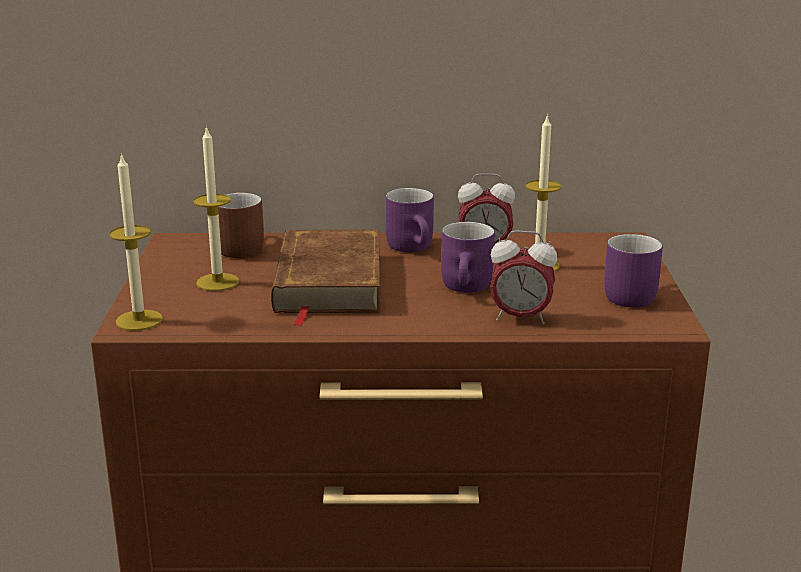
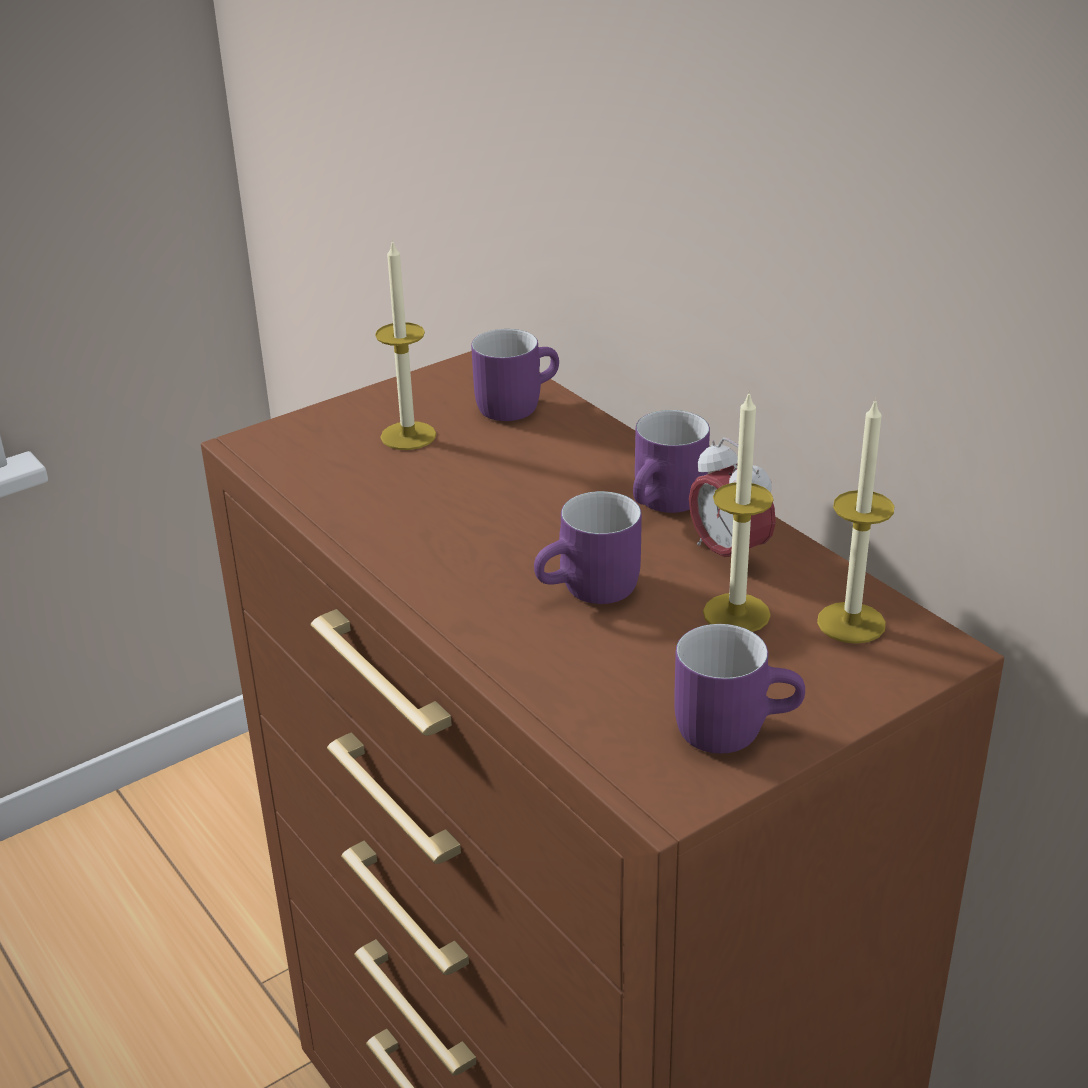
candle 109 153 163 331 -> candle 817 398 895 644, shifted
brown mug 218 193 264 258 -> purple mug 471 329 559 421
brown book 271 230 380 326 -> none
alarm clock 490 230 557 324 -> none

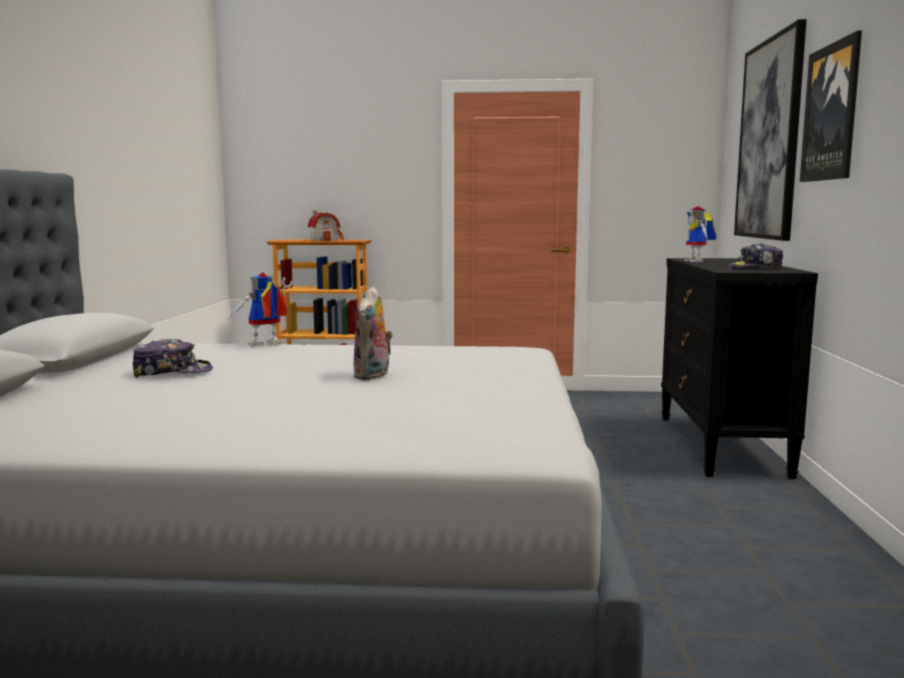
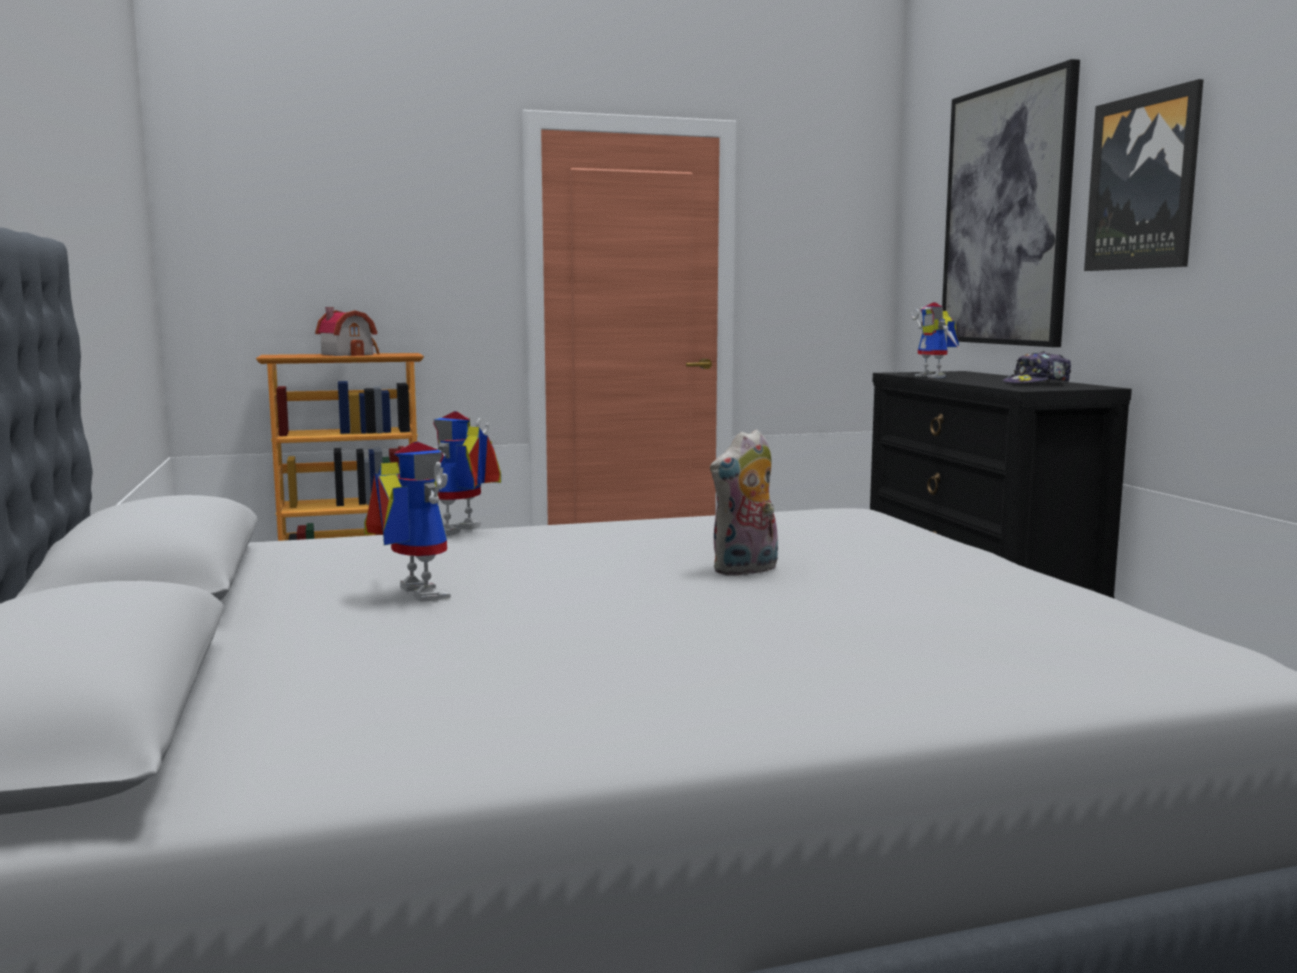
plush toy 353 286 393 380 -> plush toy 710 429 778 576, 60 degrees clockwise
cap 133 339 213 378 -> toy robot 364 442 451 602

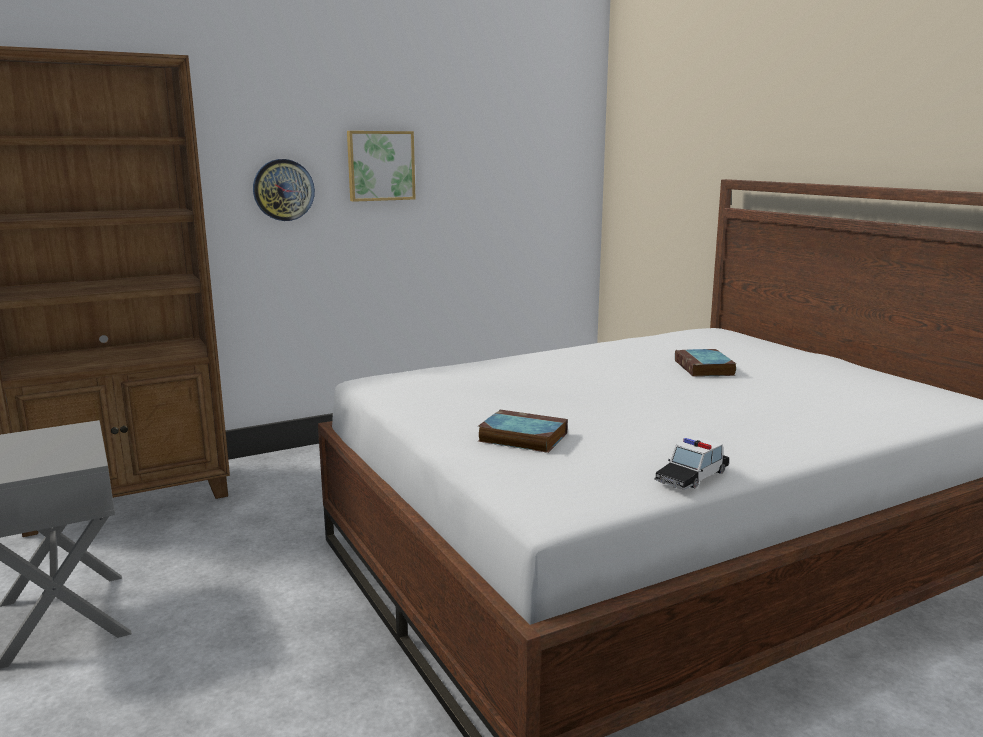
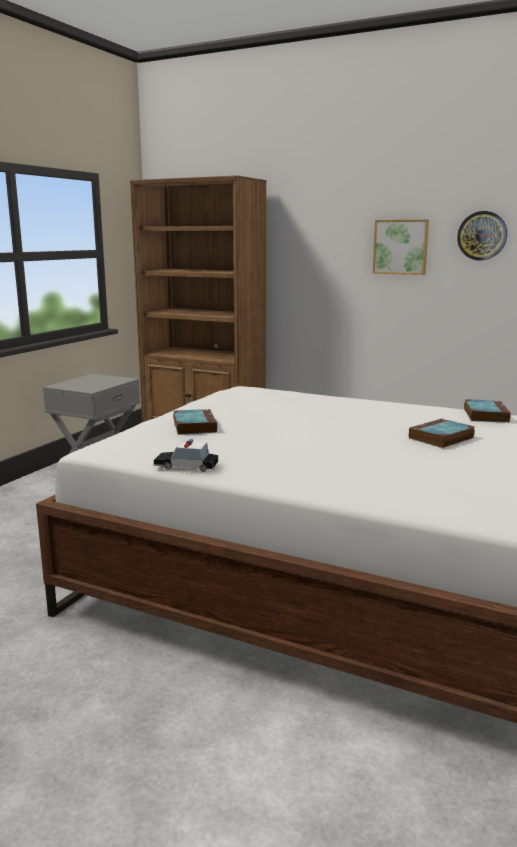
wall clock 253 159 315 221 -> wall clock 457 211 507 260, shifted
none -> book 464 399 511 423

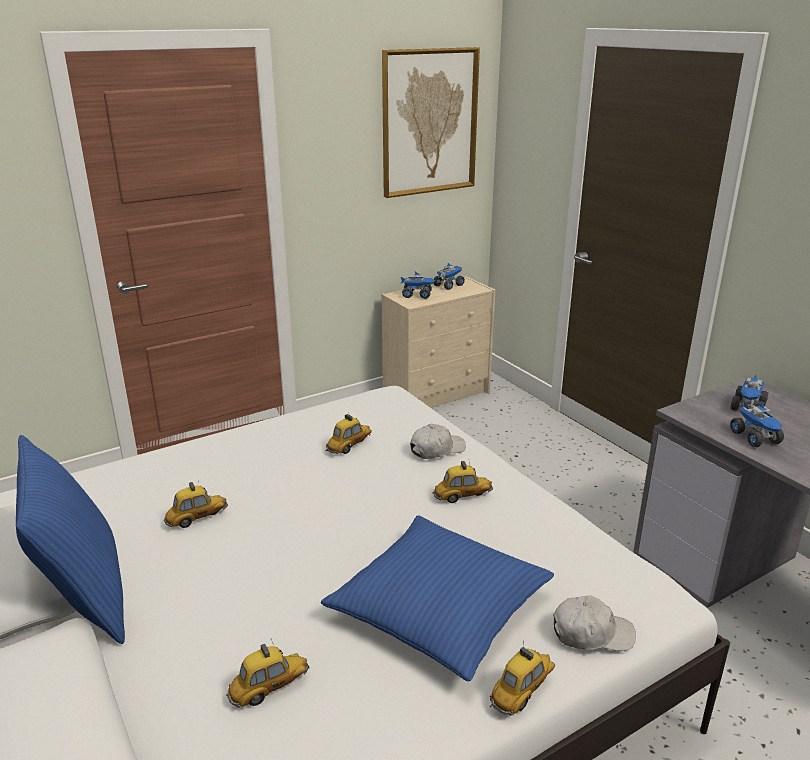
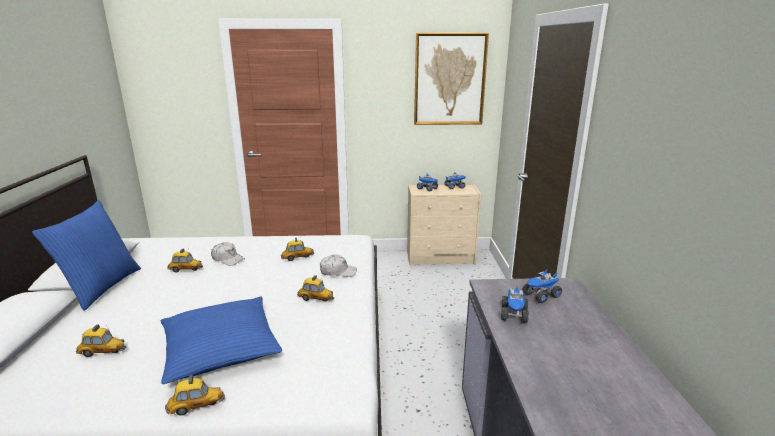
white cap 553 595 636 651 -> white cap 211 242 245 266, shifted

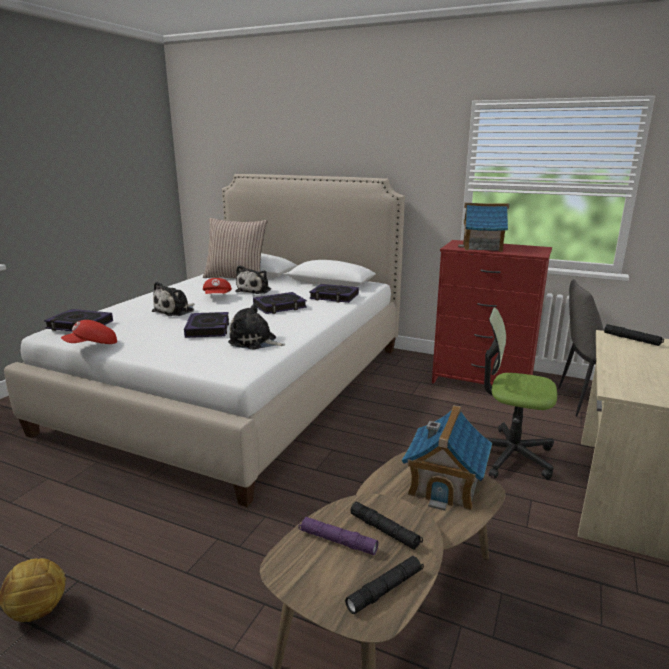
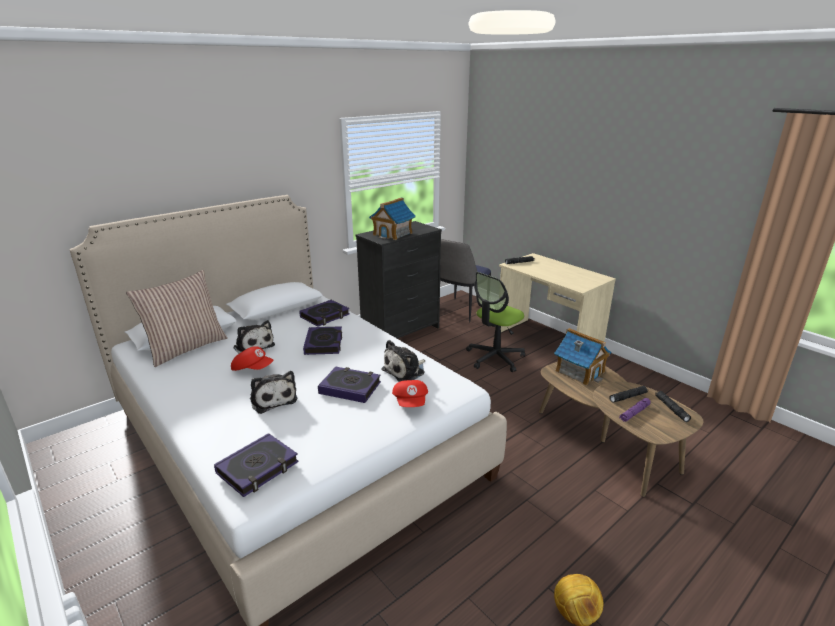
red dresser 432 240 552 385 -> black dresser 355 221 442 339
red cap 61 320 117 344 -> red cap 392 380 428 407, shifted

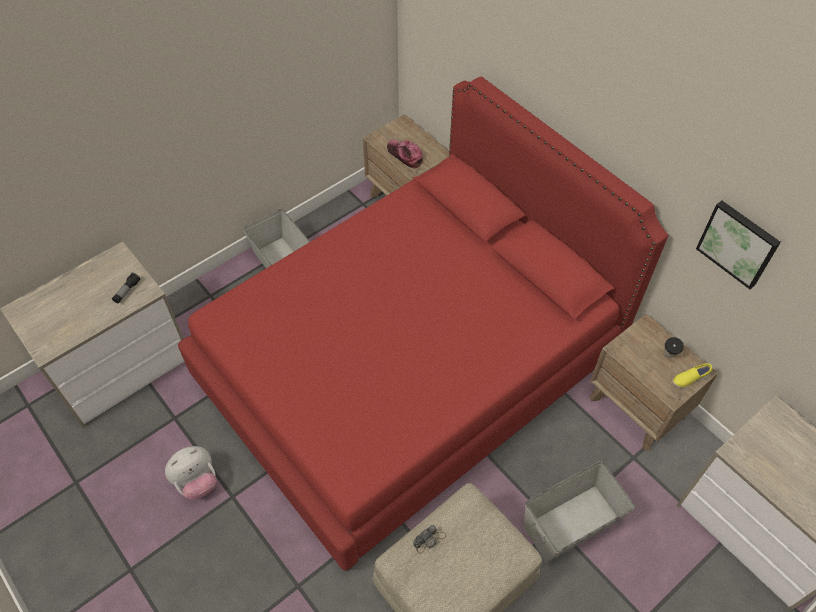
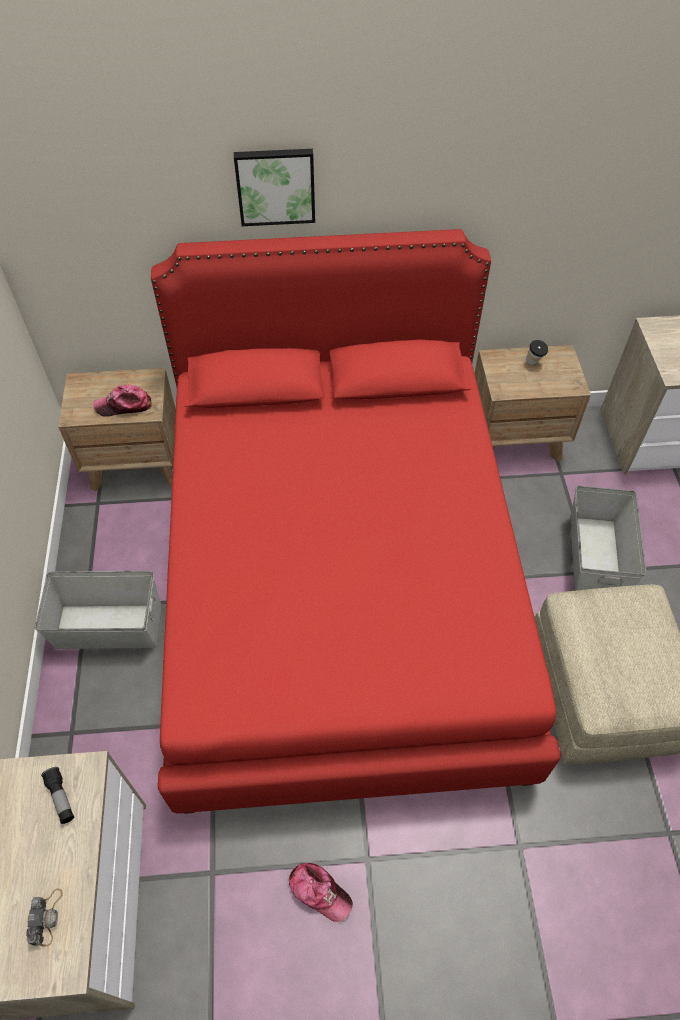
picture 696 201 781 289 -> picture 234 149 315 226, shifted
yellow shoe 672 363 712 389 -> none
plush toy 165 446 216 500 -> cap 289 863 353 922
photo camera 413 525 447 554 -> photo camera 26 889 63 947, shifted

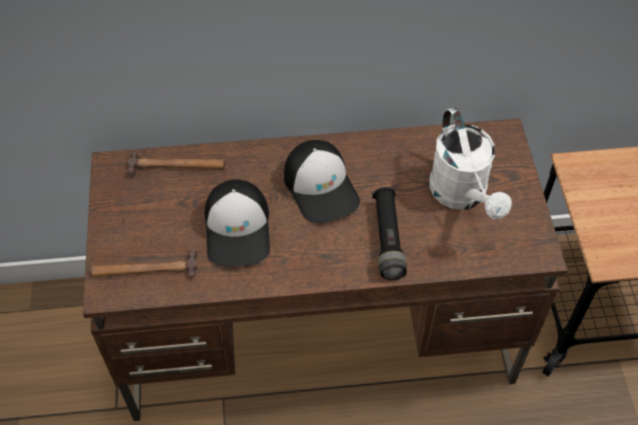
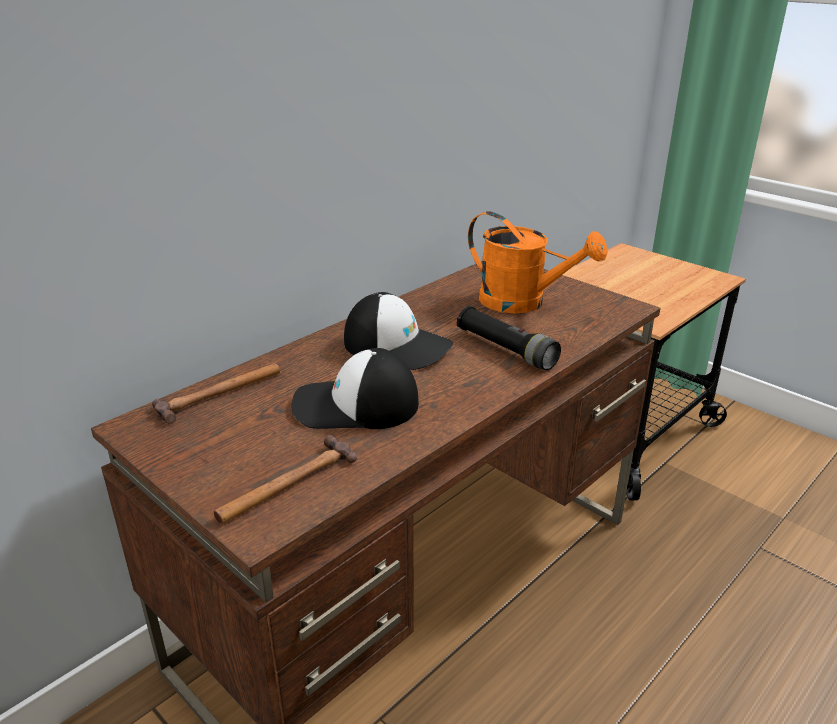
white watering can 429 108 512 219 -> orange watering can 468 211 608 313
cap 204 179 270 267 -> cap 291 348 419 429, 135 degrees clockwise

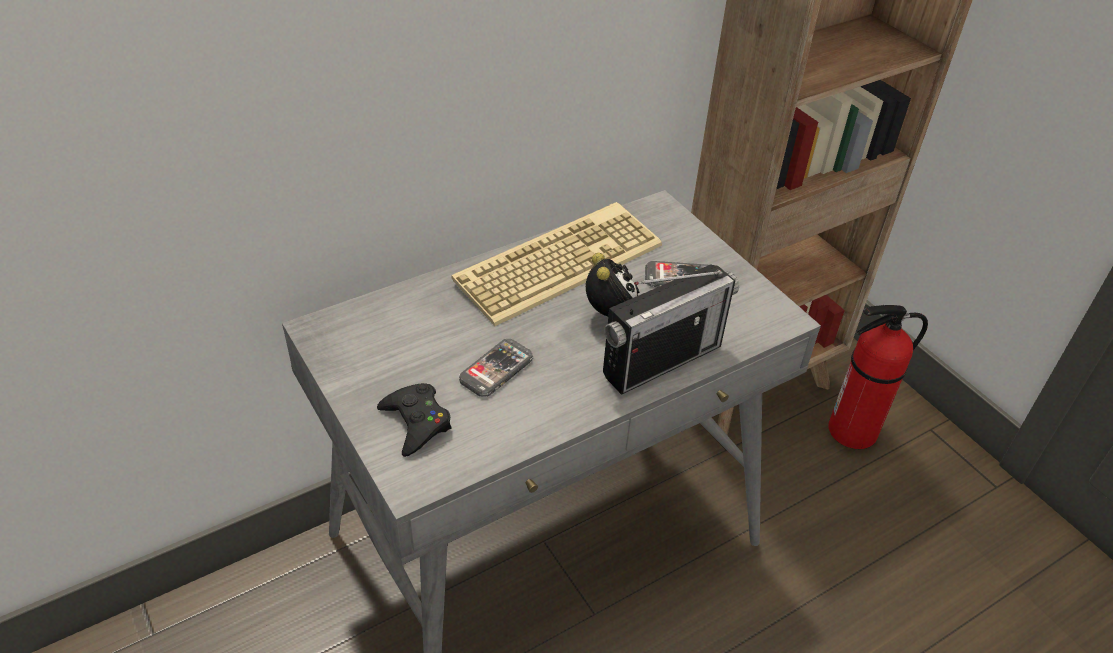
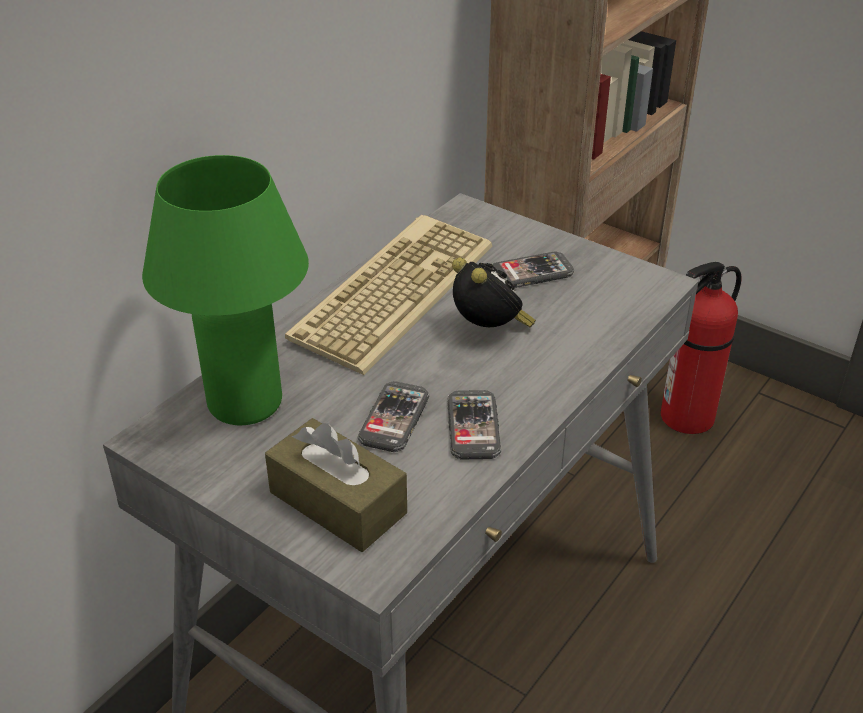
radio 603 264 739 395 -> none
black game controller 377 383 452 457 -> brown tissue box 265 418 407 552
none -> green table lamp 142 155 309 425
none -> phone 448 390 501 459

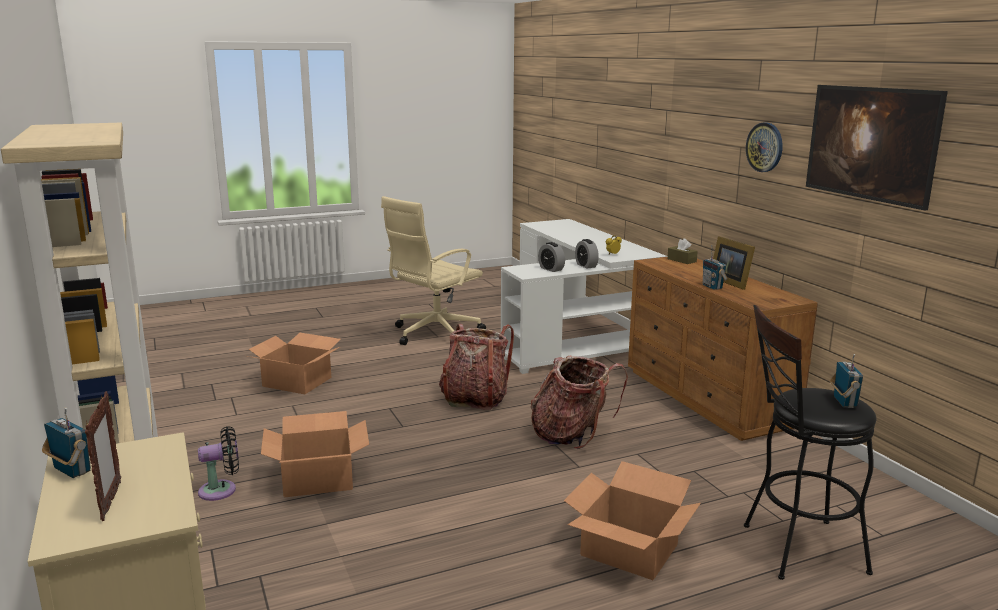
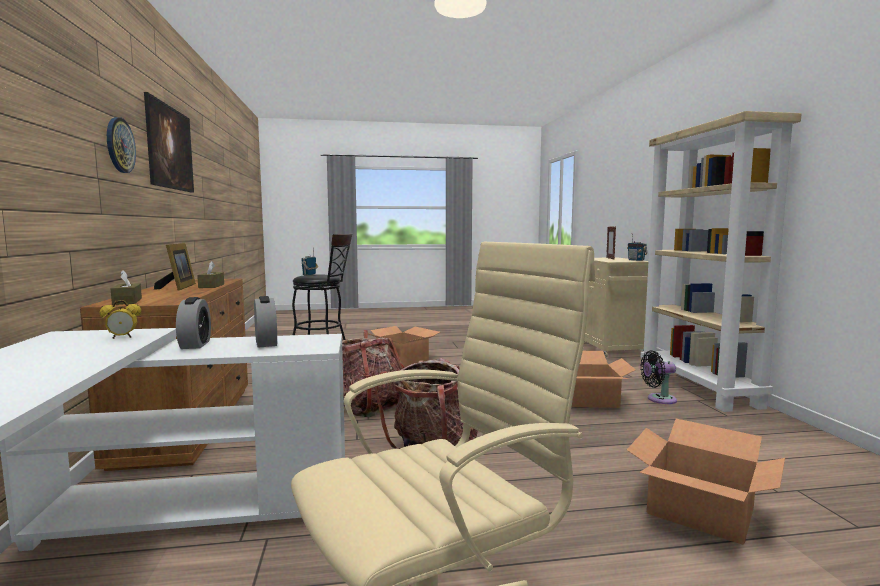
radio 703 245 728 290 -> brown tissue box 197 261 224 288

